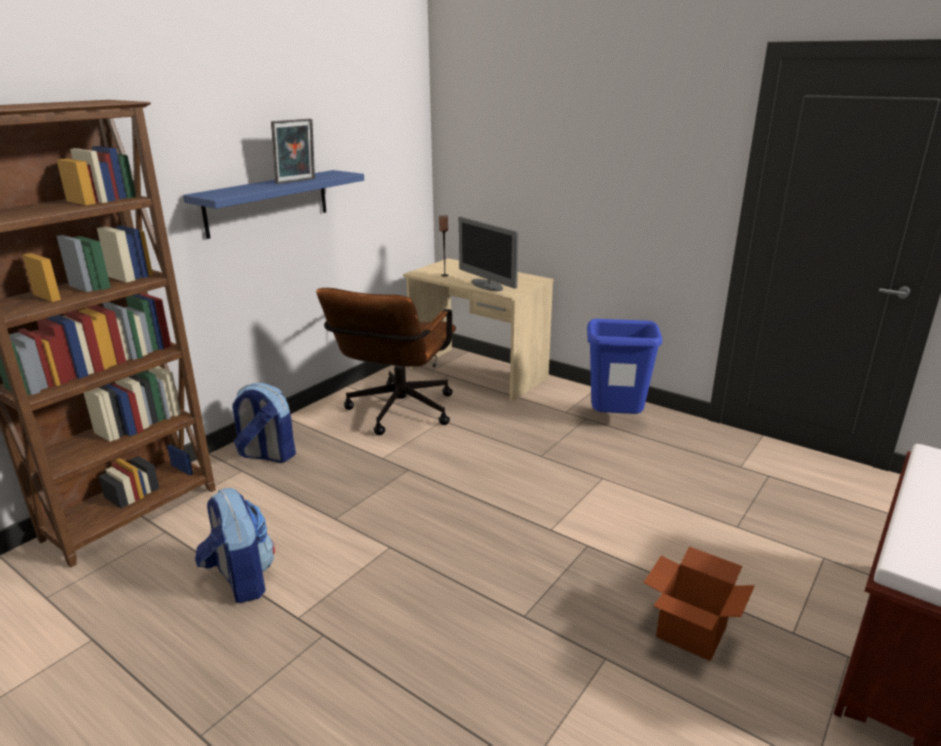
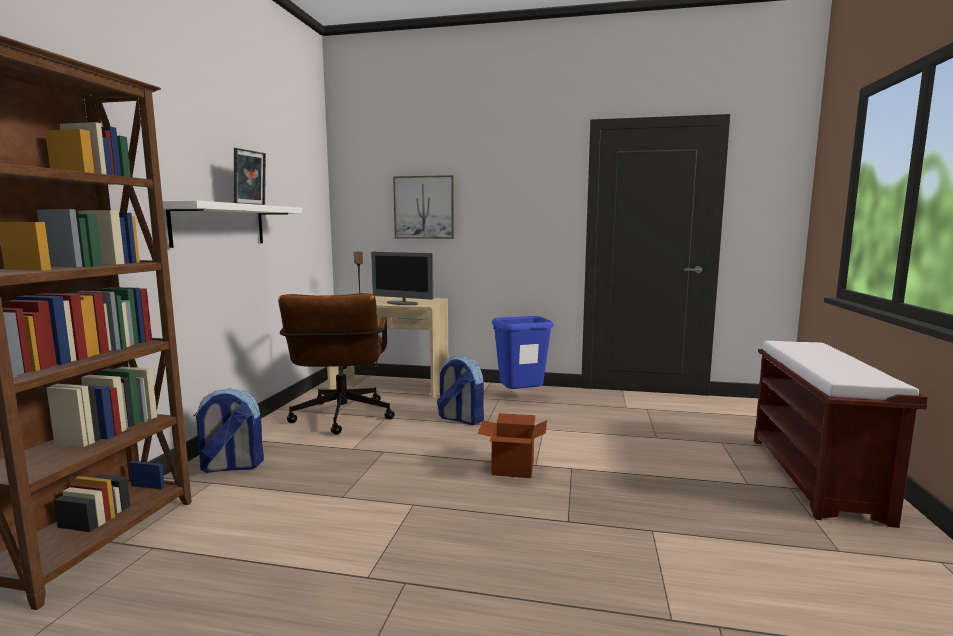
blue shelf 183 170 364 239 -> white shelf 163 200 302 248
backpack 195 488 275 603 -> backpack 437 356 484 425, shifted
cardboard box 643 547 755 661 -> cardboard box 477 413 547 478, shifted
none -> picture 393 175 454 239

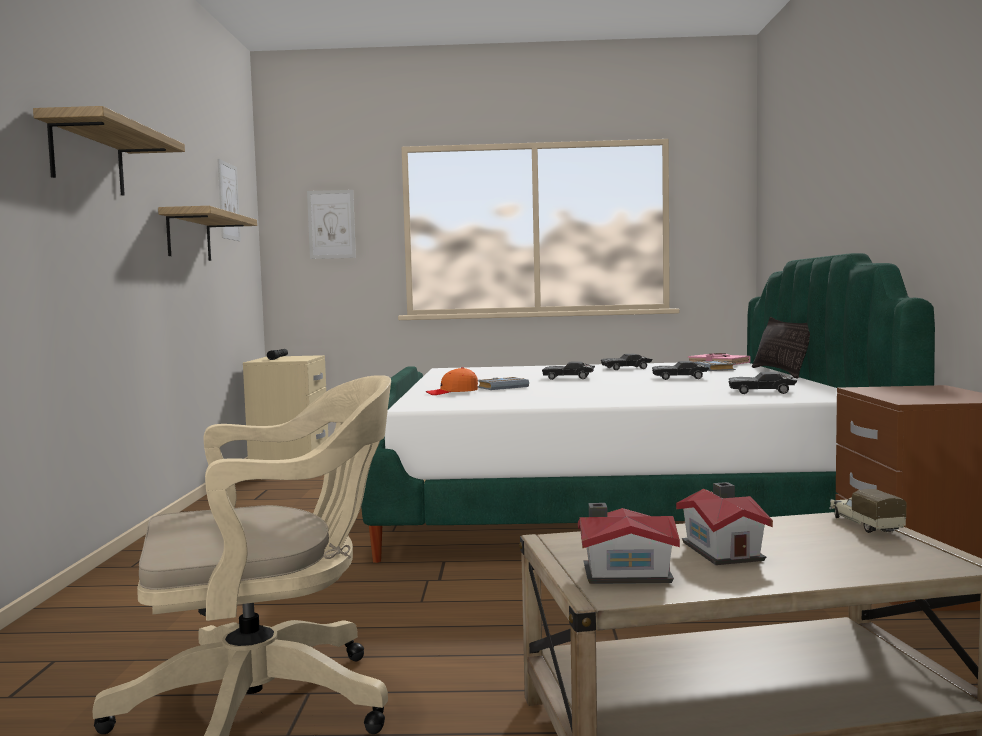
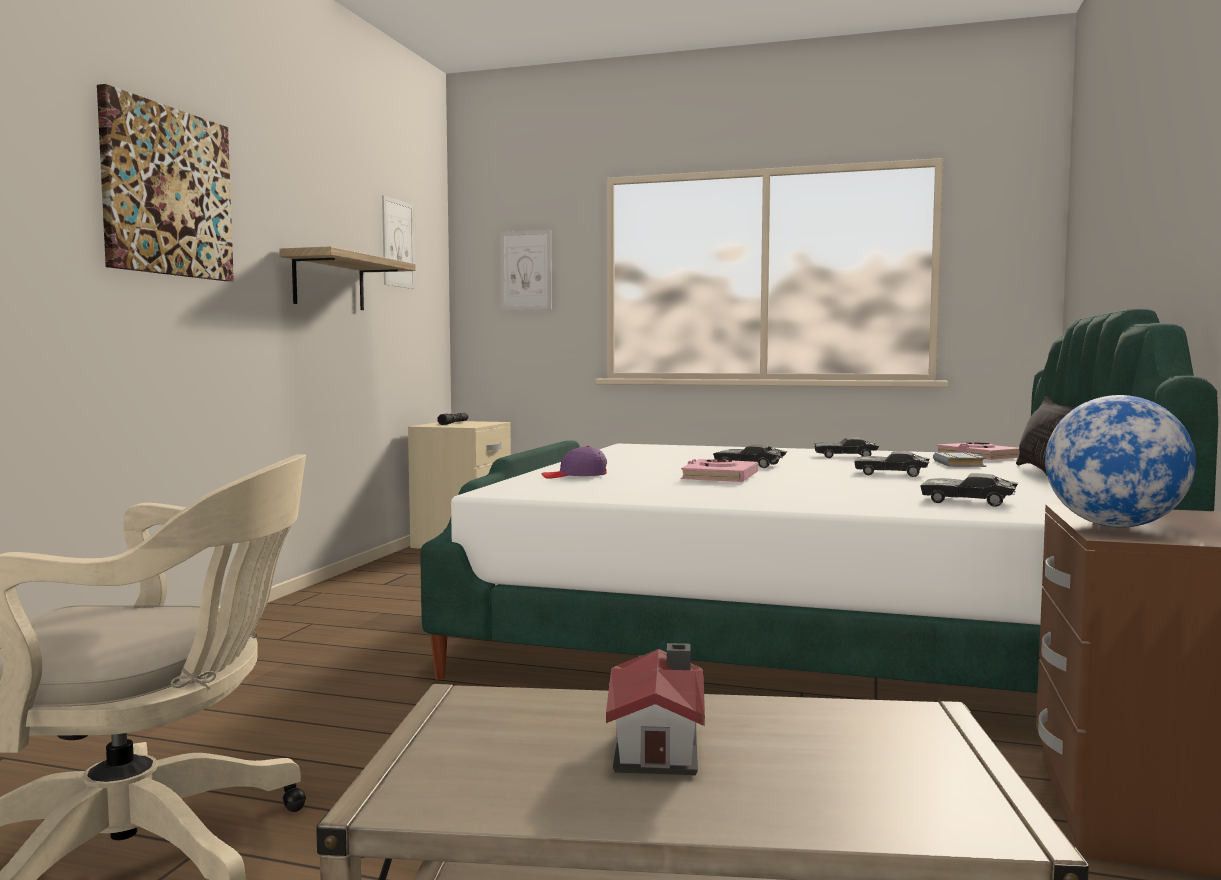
shelf 33 106 185 196 -> picture 97 84 234 281
orange cap 425 367 478 395 -> purple cap 542 446 607 478
grey book 478 377 529 390 -> none
toy truck 829 489 907 533 -> none
toy house 578 503 680 584 -> none
none -> globe 1045 395 1196 528
none -> pink book 681 459 758 482

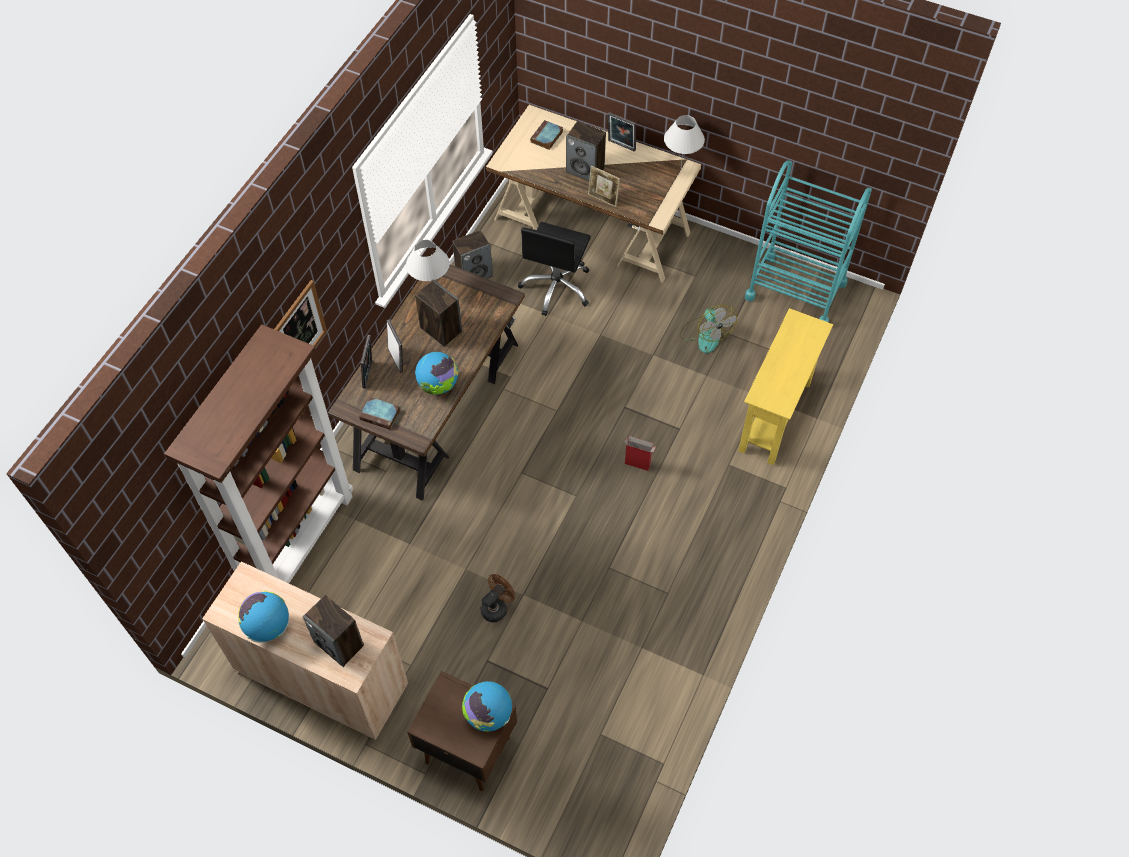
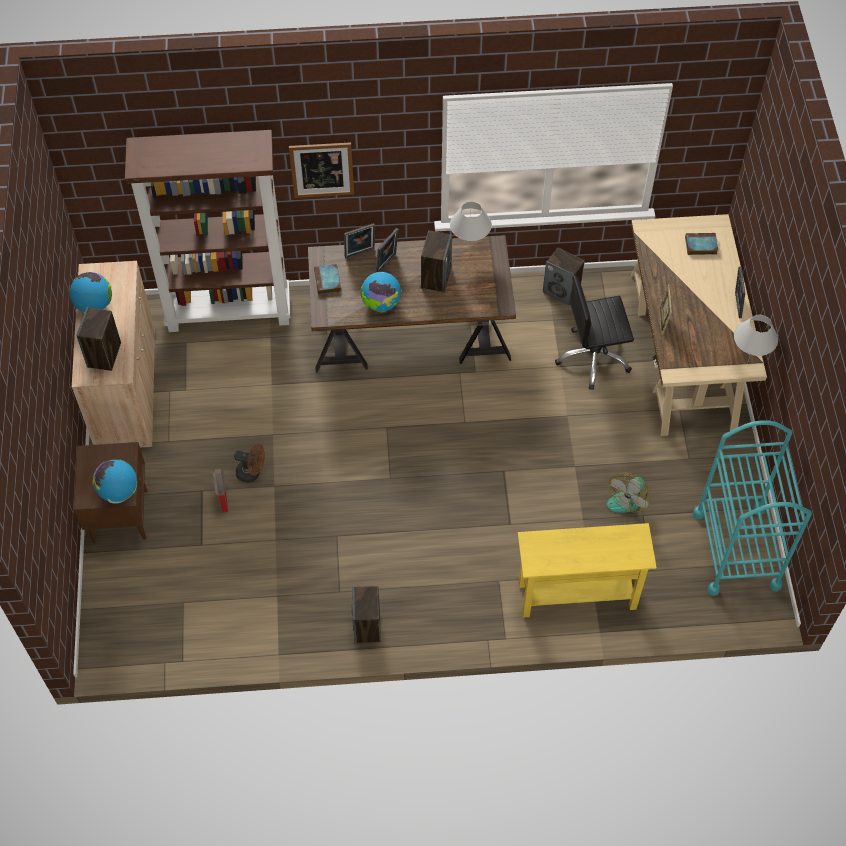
speaker 566 121 606 181 -> speaker 352 586 381 643, shifted
cardboard box 624 436 656 471 -> cardboard box 213 469 228 513, shifted

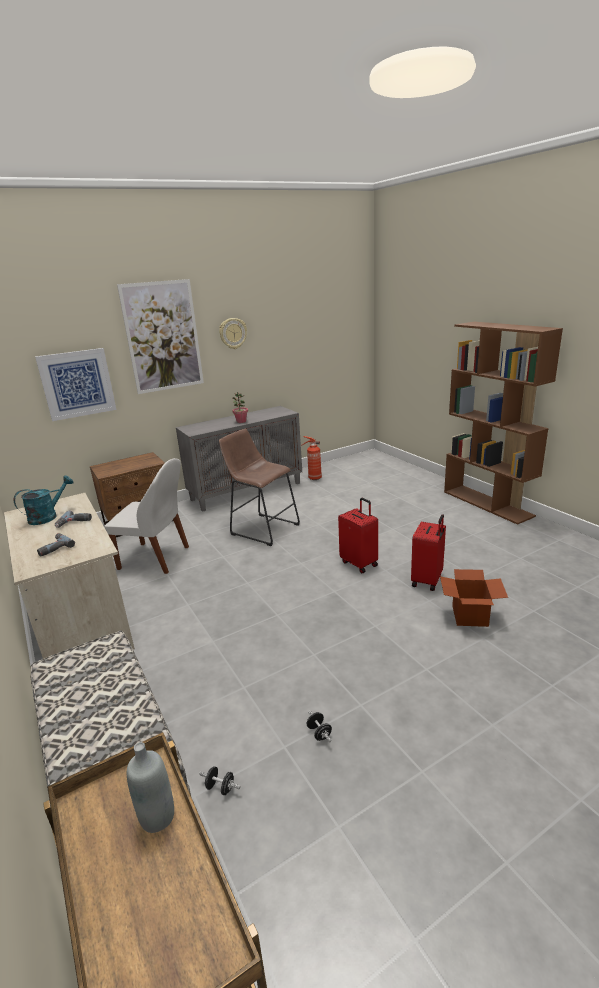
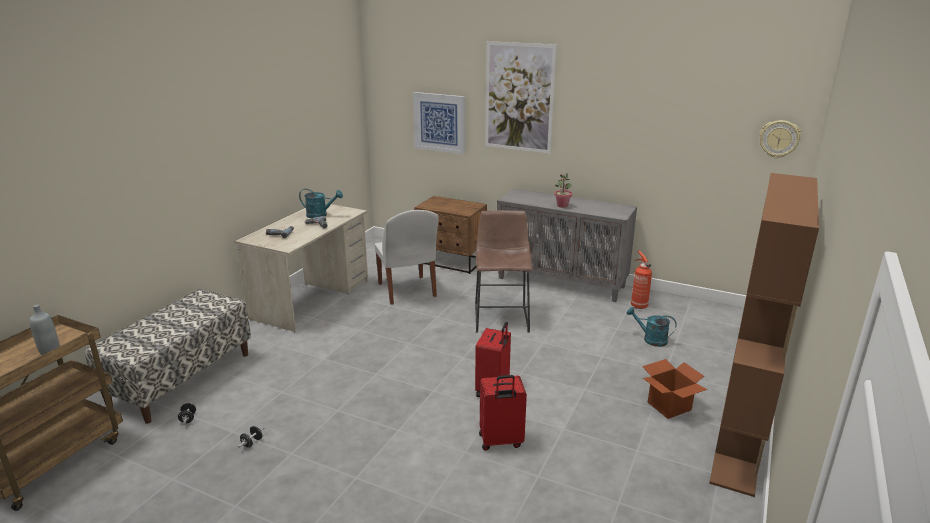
wall clock 219 318 247 349 -> wall clock 759 120 801 158, shifted
cardboard box 440 569 508 627 -> cardboard box 642 359 707 419, shifted
none -> turquoise watering can 626 307 677 347

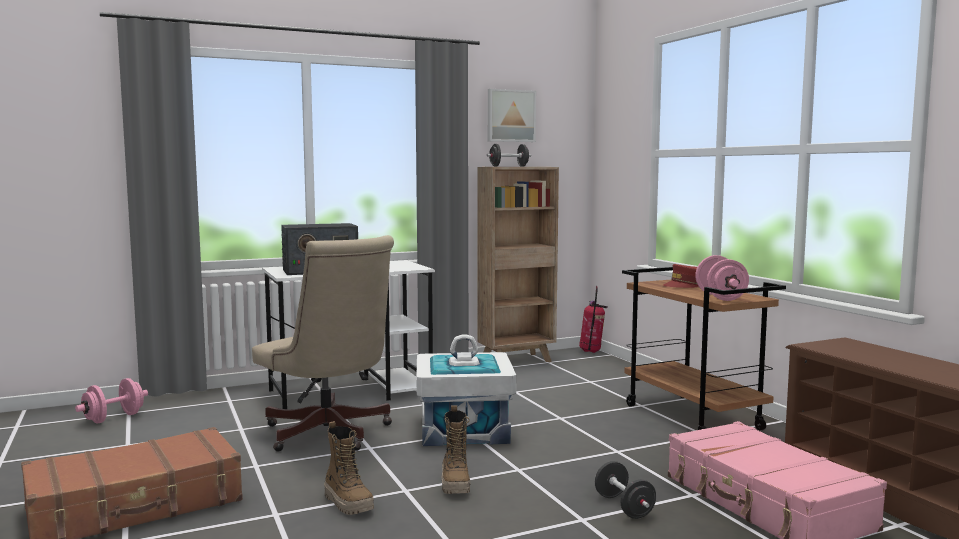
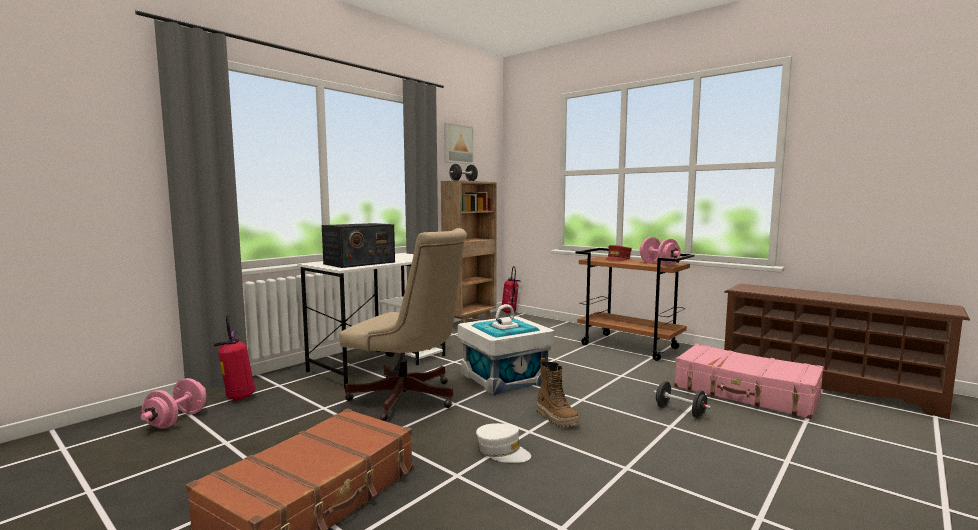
boot 324 421 374 515 -> white cap 476 423 531 463
none -> fire extinguisher 213 315 255 401

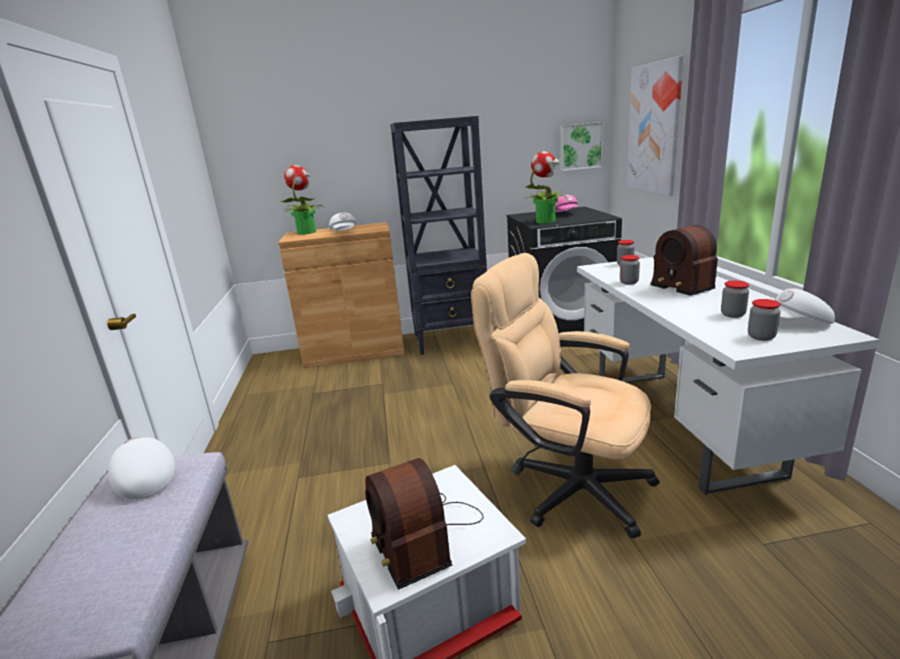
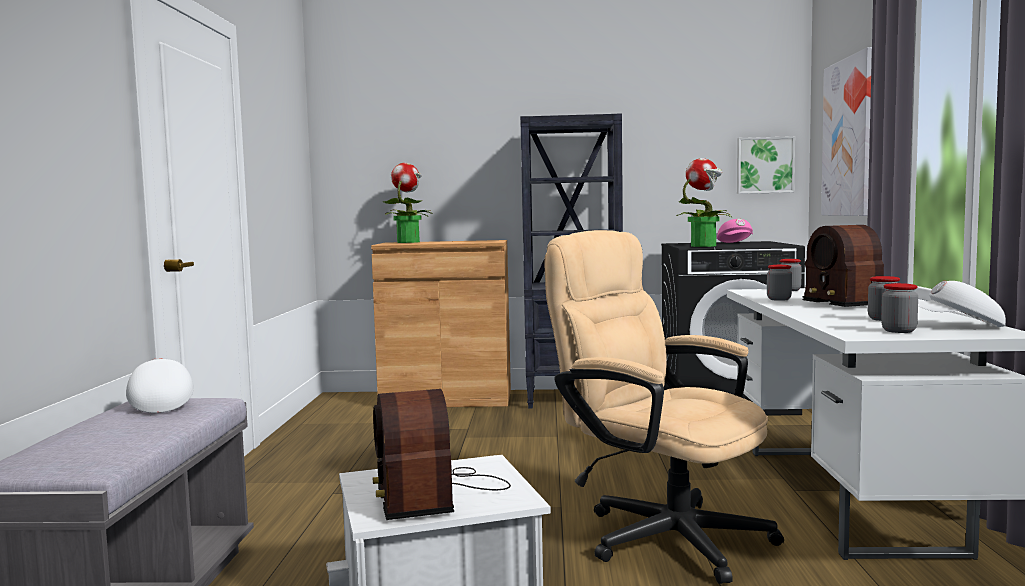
white cap 329 213 357 231 -> none

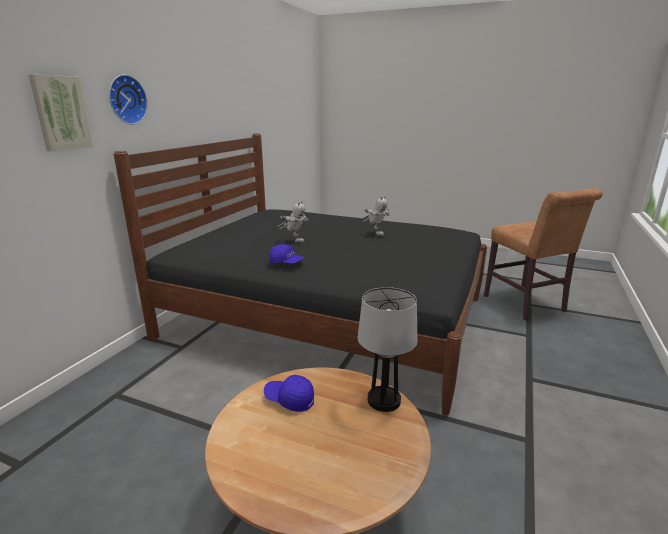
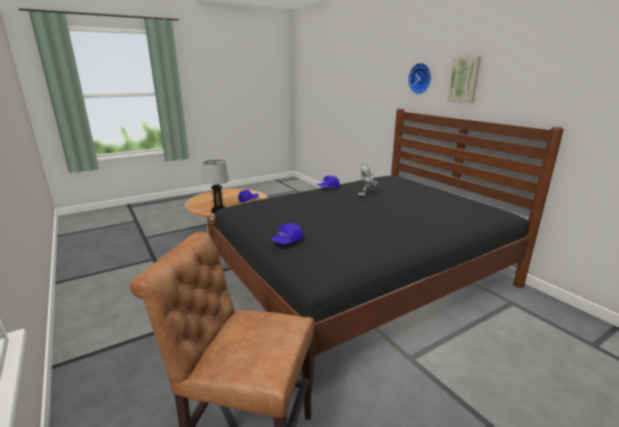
picture 29 75 93 151 -> picture 447 57 481 104, shifted
toy robot 361 196 389 236 -> none
none -> blue cap 271 223 303 245

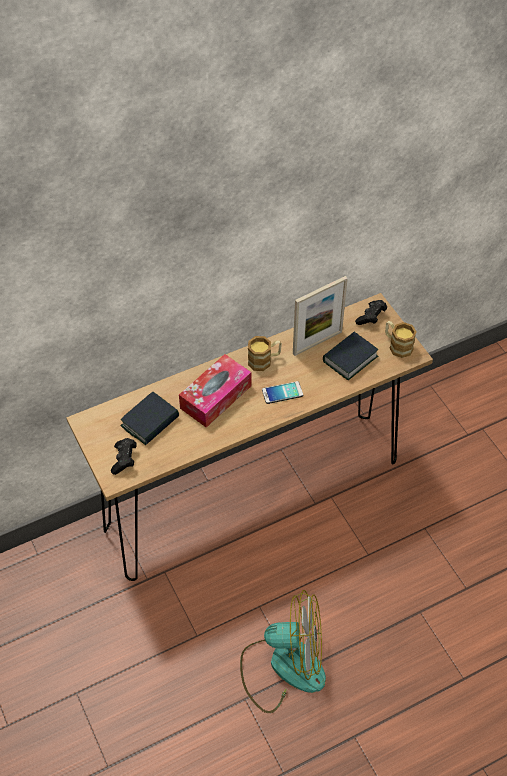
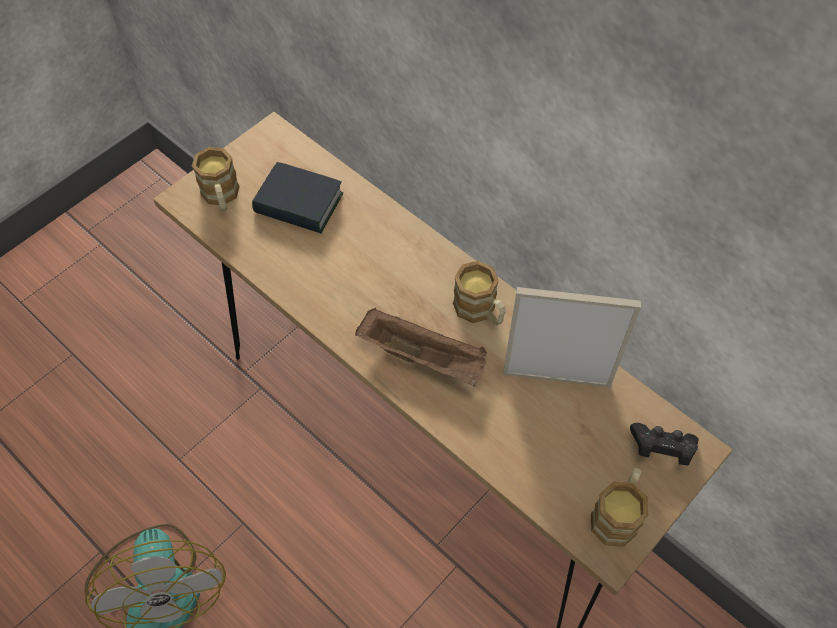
picture frame 293 276 348 356 -> picture frame 503 287 641 387, 150 degrees clockwise
book 323 332 378 380 -> none
tissue box 179 354 251 428 -> none
phone 262 381 303 404 -> brown tray 355 308 487 386
black game controller 111 438 137 475 -> mug 192 147 240 211

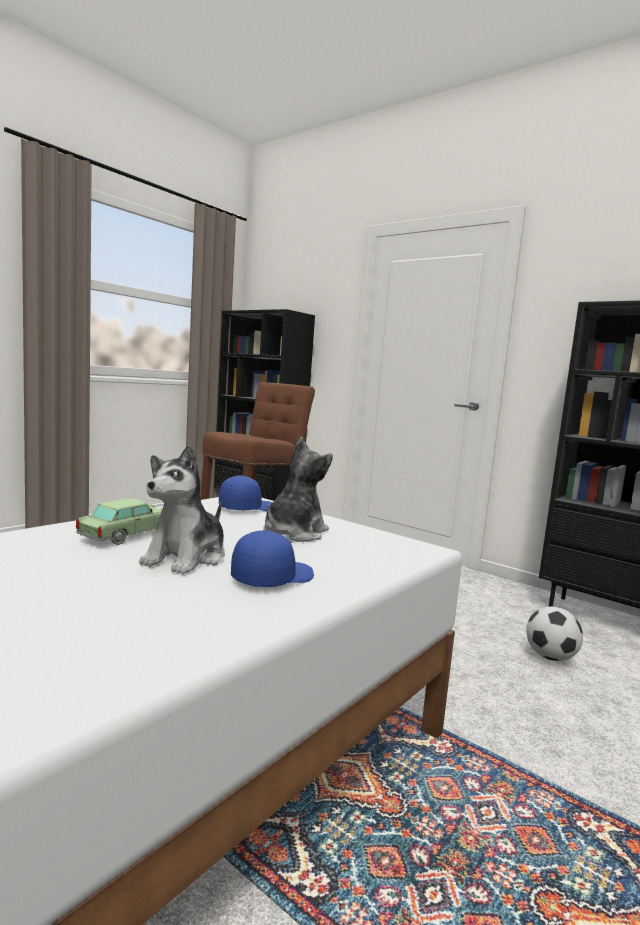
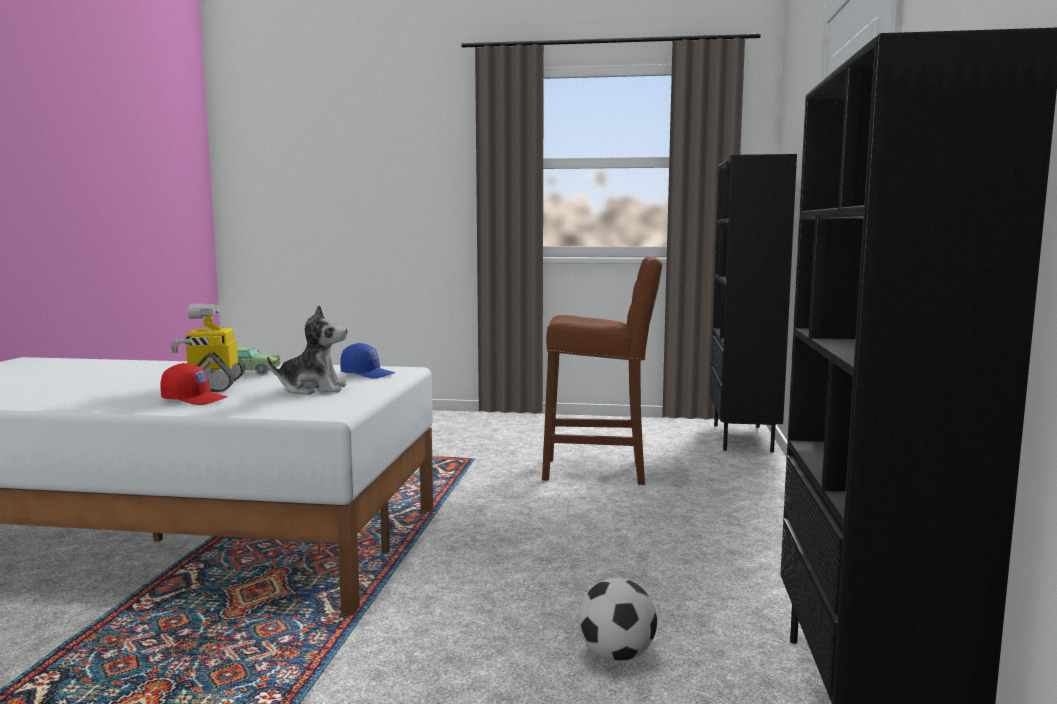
plush toy 139 445 225 575 -> toy robot 170 303 246 392
blue cap 231 530 314 587 -> red cap 160 363 227 405

